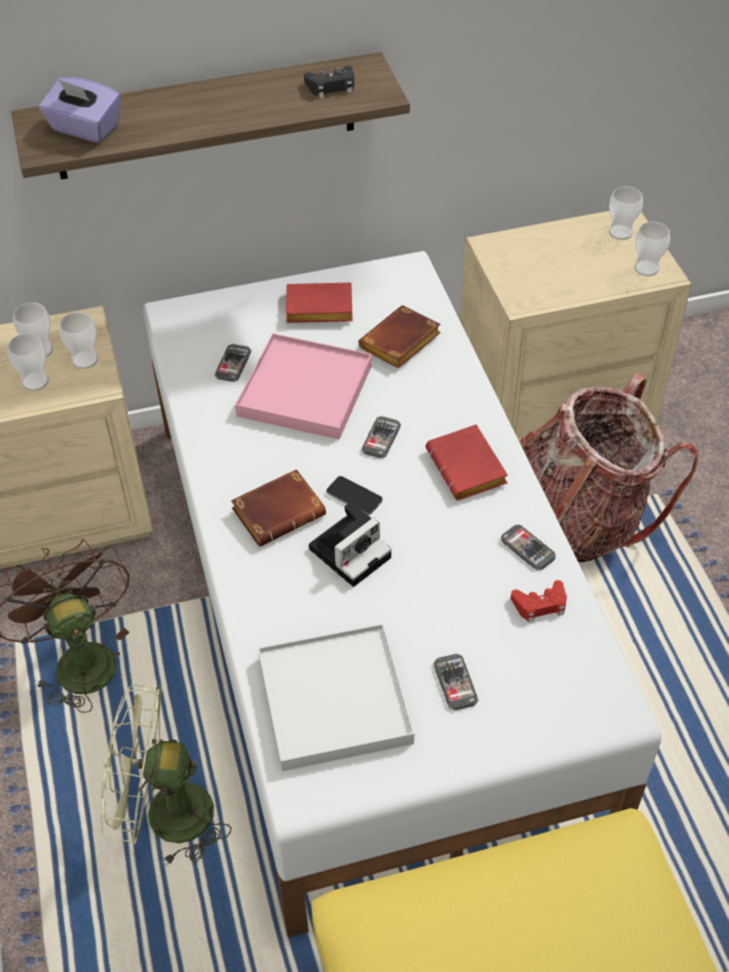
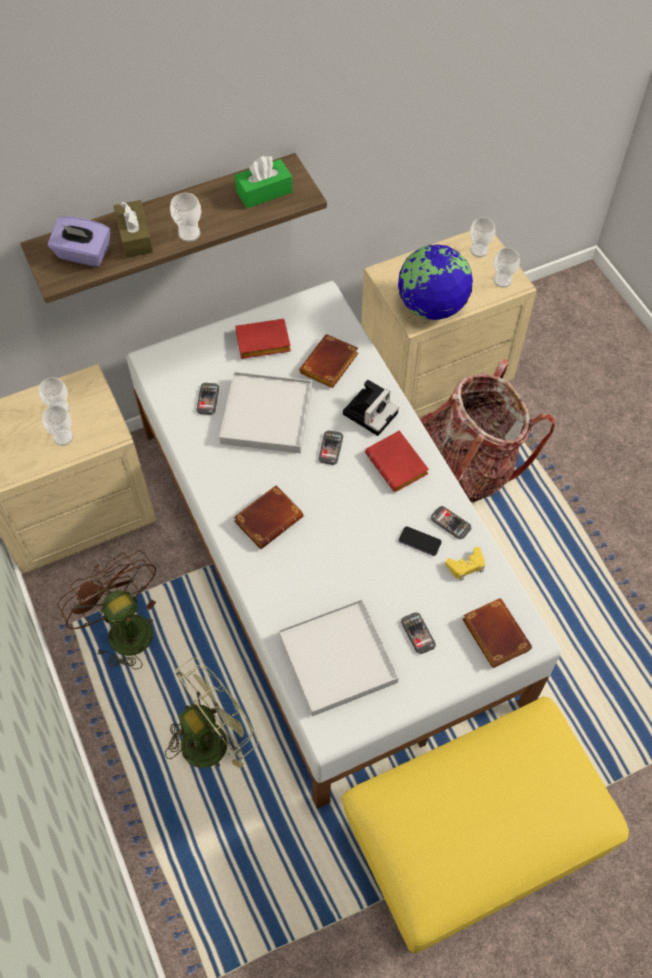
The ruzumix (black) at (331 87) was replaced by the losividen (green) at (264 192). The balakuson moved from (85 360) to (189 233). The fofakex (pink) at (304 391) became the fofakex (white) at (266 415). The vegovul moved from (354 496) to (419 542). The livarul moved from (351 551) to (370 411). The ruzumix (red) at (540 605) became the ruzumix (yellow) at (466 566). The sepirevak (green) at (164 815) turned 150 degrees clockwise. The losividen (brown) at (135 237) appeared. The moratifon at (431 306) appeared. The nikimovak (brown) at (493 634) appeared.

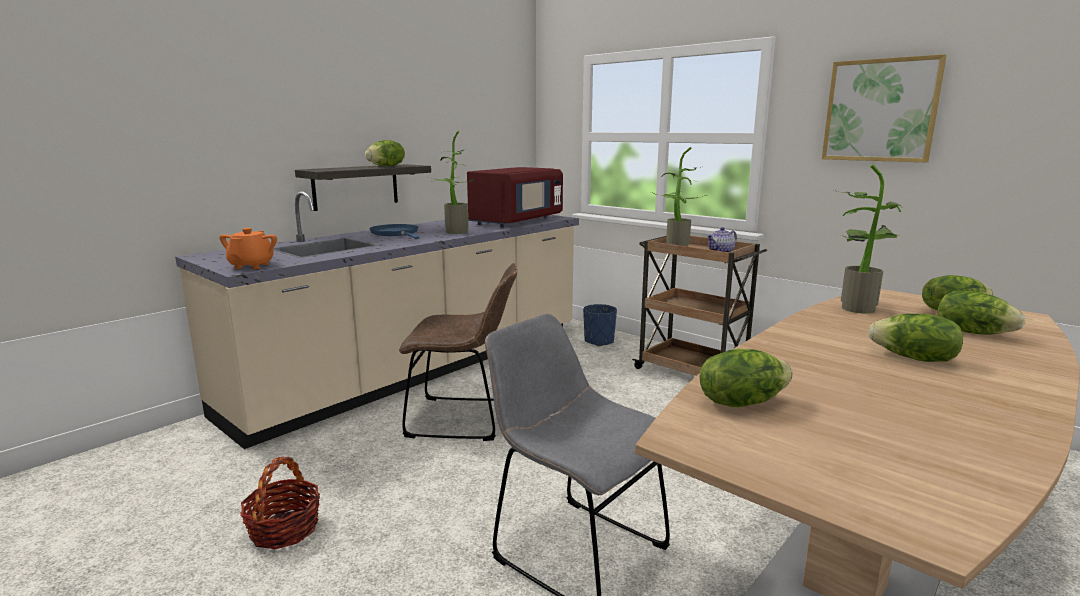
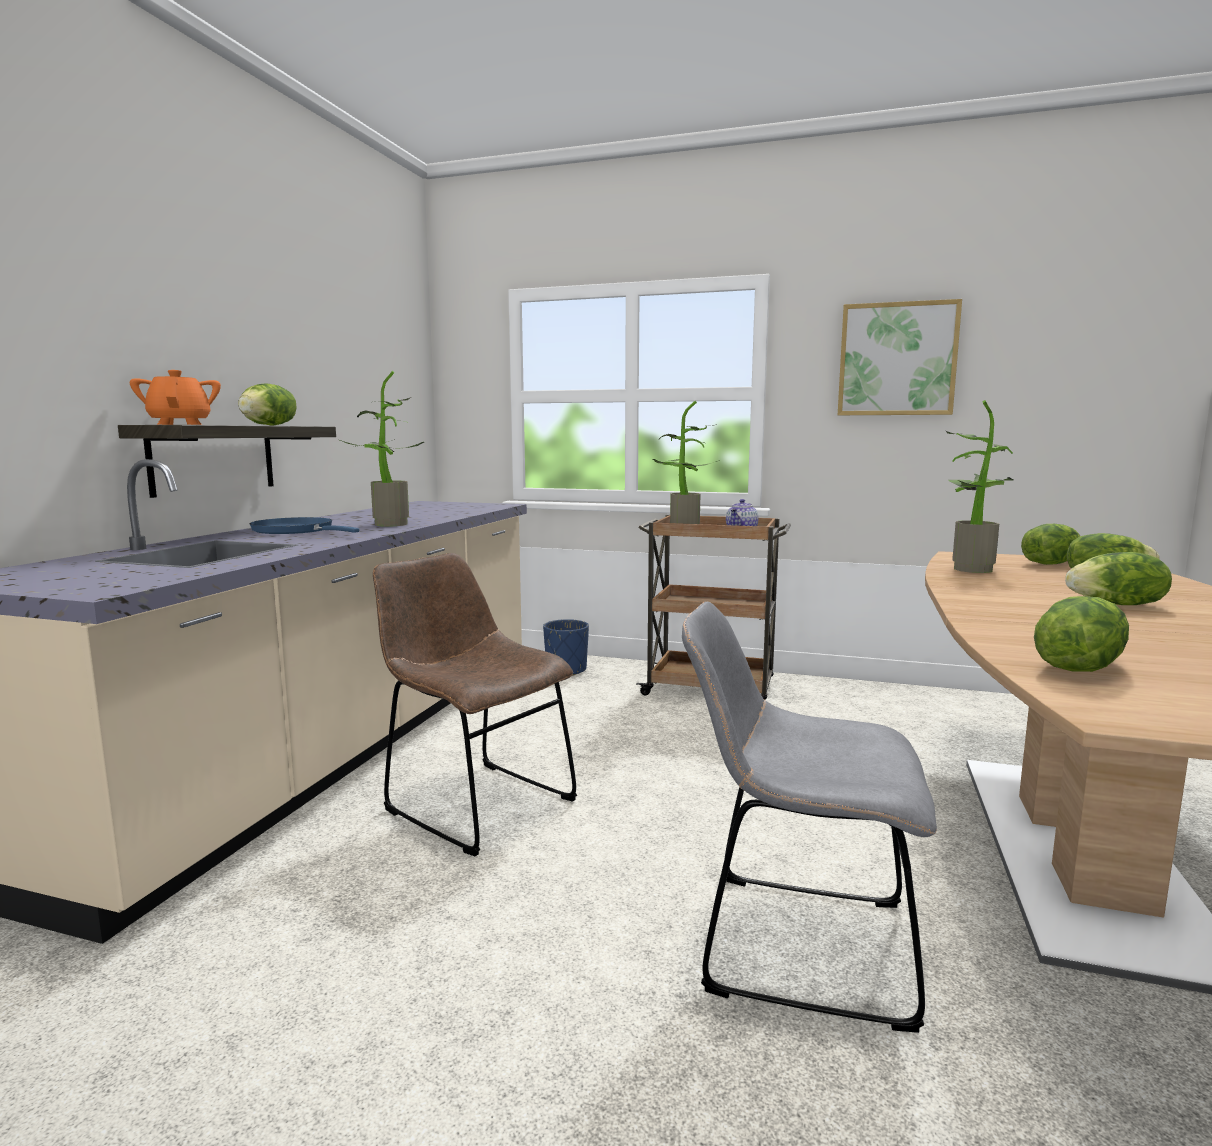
The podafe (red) at (516 221) disappeared. The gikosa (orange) moved from (252 266) to (180 424). The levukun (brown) at (464 419) turned 120 degrees counterclockwise. The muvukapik at (284 529) disappeared.

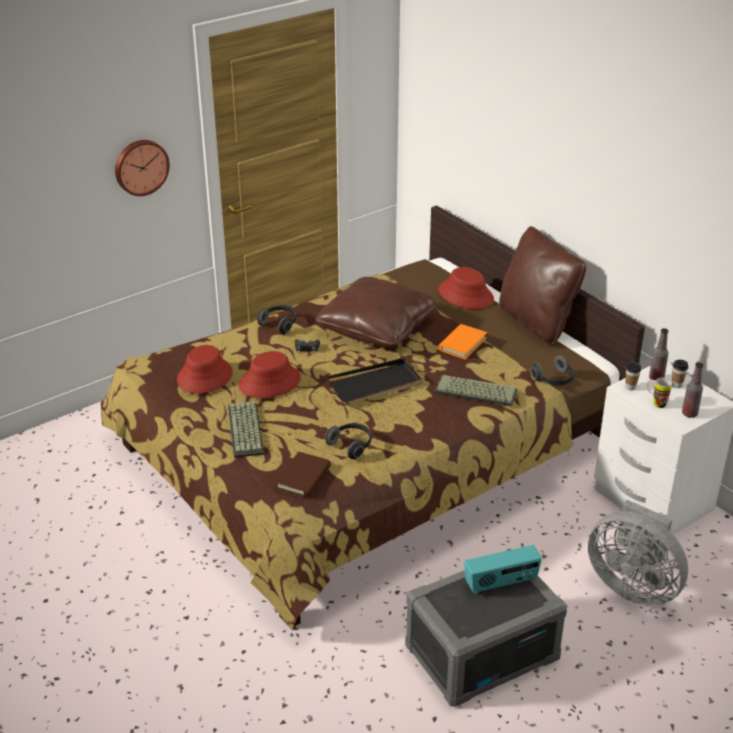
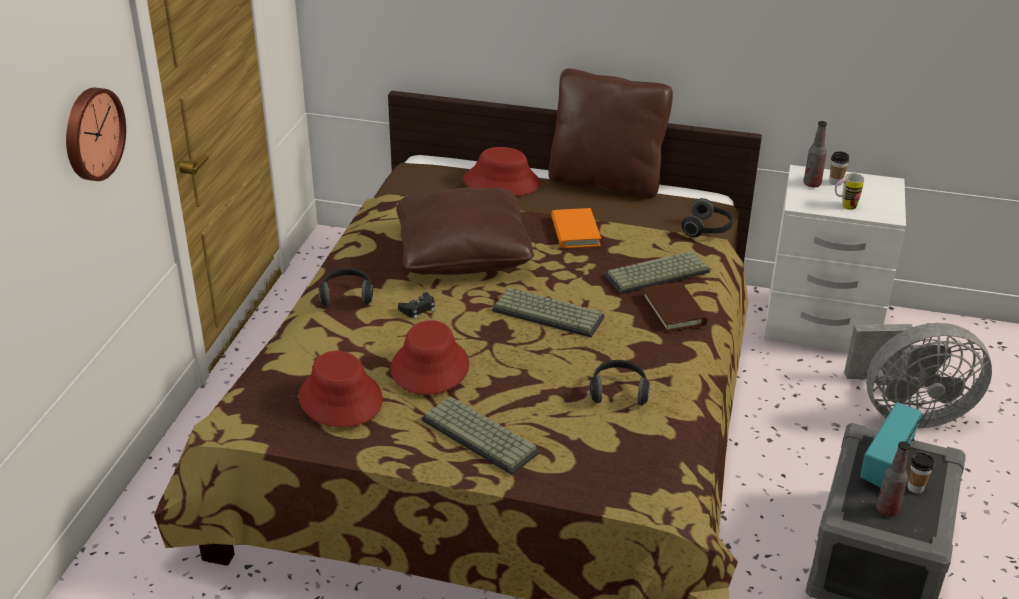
The fofakex (black) at (376 384) was replaced by the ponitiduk at (550 313). The balakuson moved from (630 387) to (915 488). The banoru moved from (689 414) to (887 510). The nikimovak (brown) moved from (303 477) to (673 310).

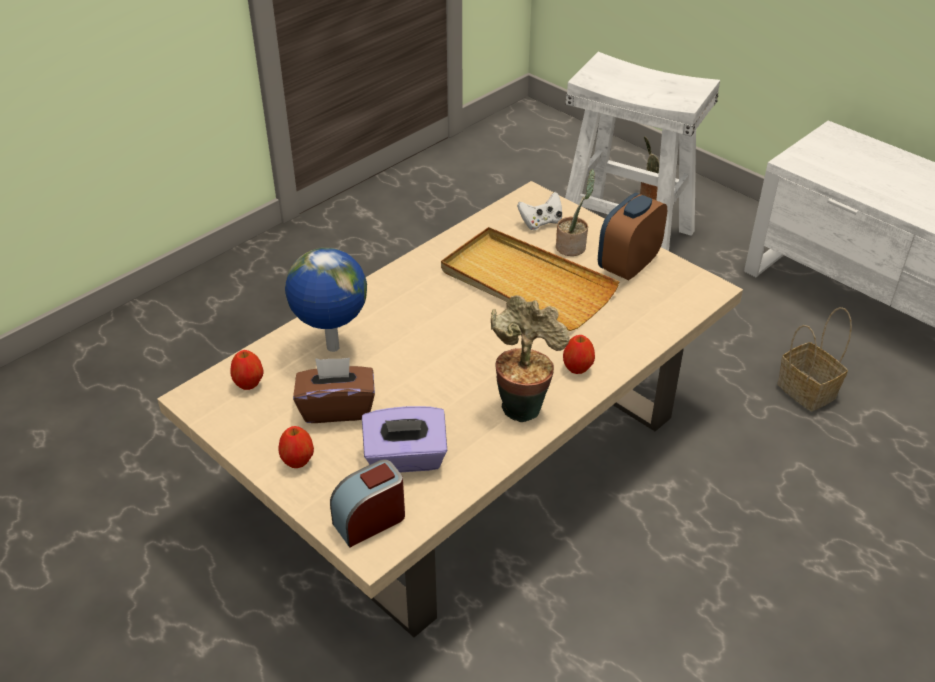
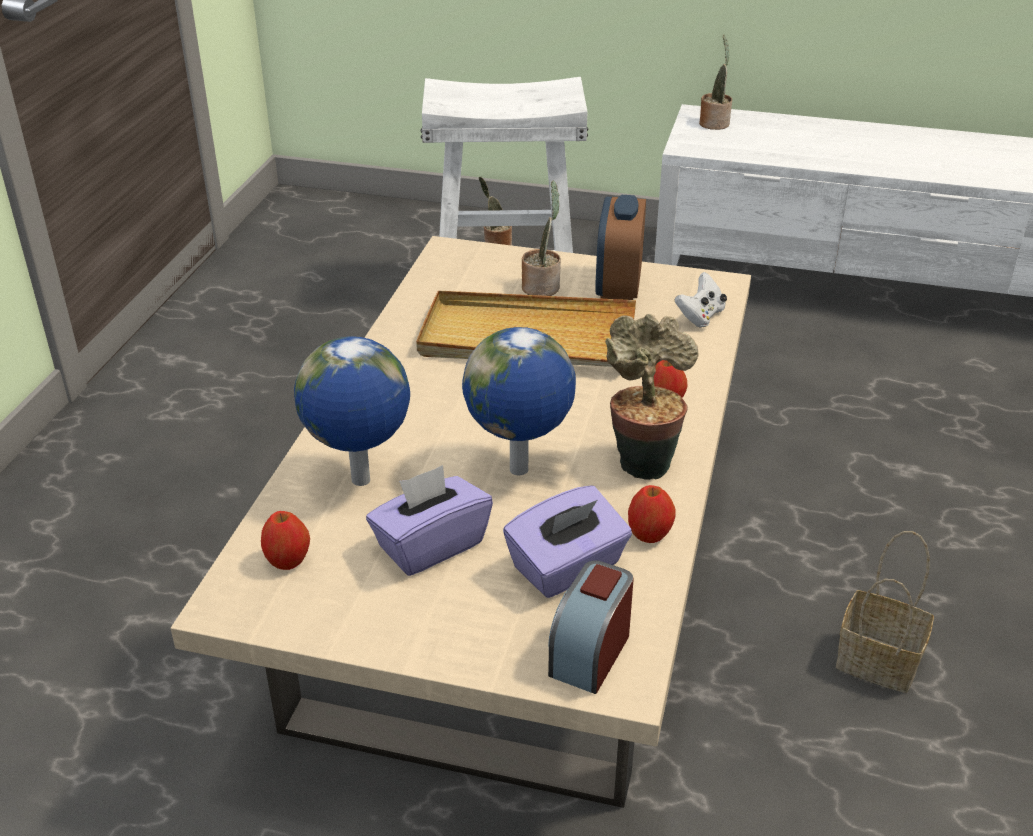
The ruzumix (white) moved from (541 222) to (700 316). The muvukapik moved from (804 390) to (874 662). The losividen (brown) at (337 408) became the losividen (purple) at (430 545). The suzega moved from (298 461) to (649 534). The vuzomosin at (714 123) appeared. The moratifon at (520 471) appeared.

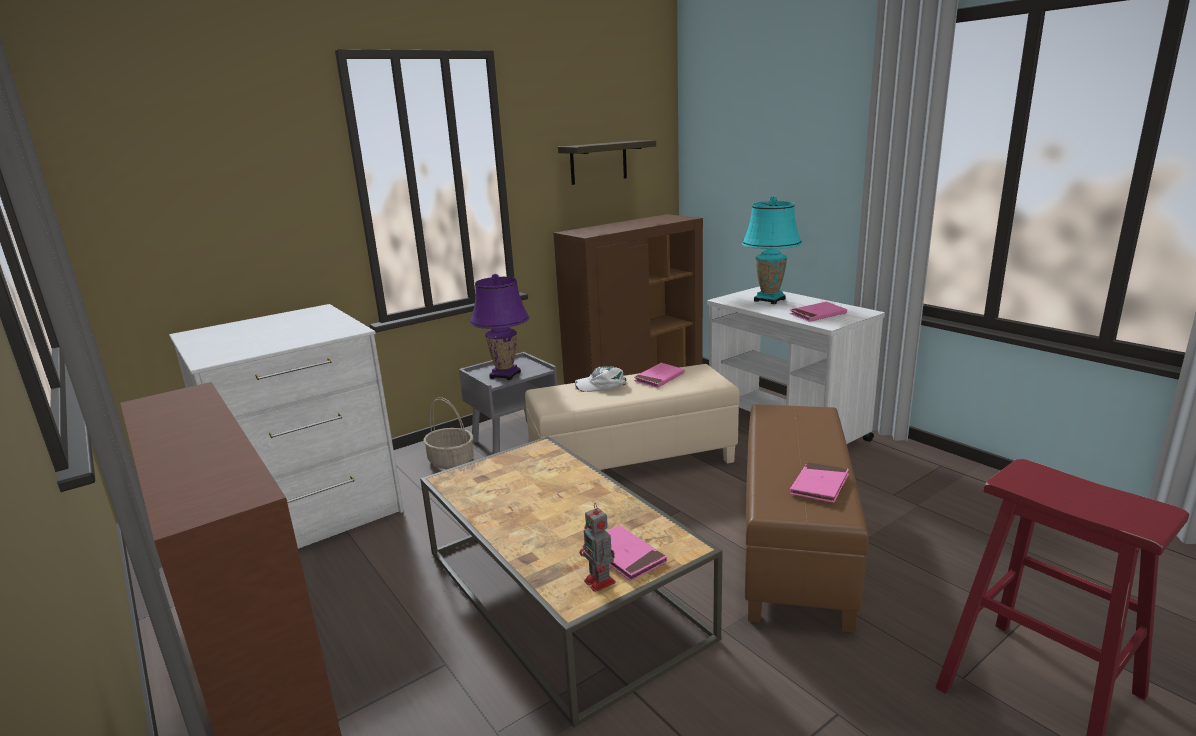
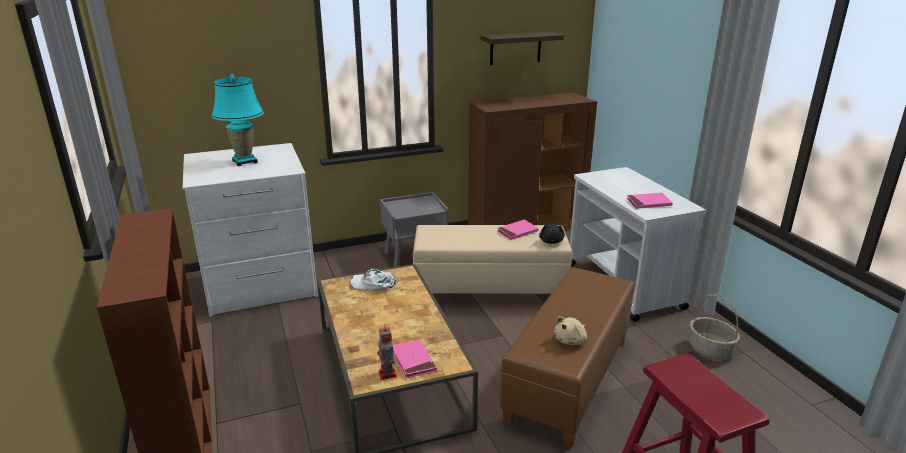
The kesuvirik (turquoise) moved from (769 300) to (245 161). The kesuvirik (purple) at (505 375) disappeared. The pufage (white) moved from (602 385) to (373 284). The muvukapik moved from (452 461) to (710 349). The nikimovak (pink) at (819 485) was replaced by the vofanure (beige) at (571 340). The vofanure (black) at (551 241) appeared.

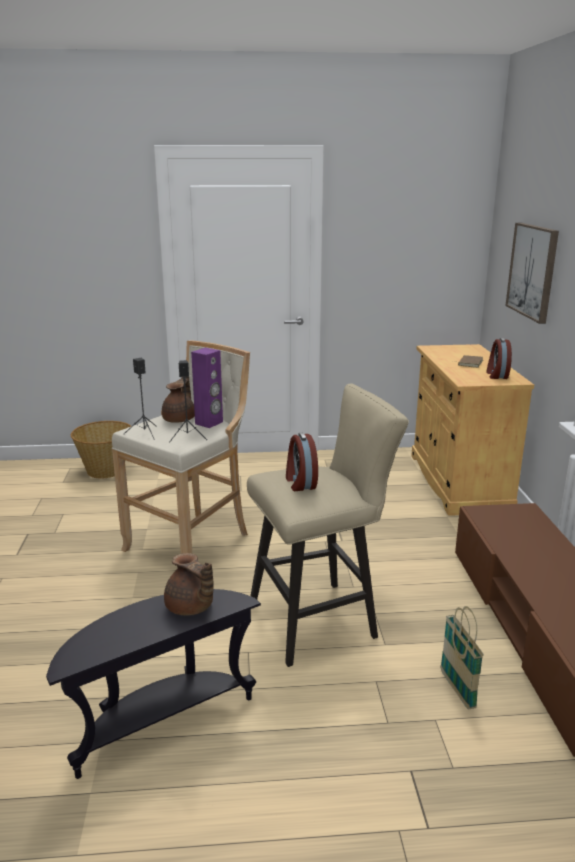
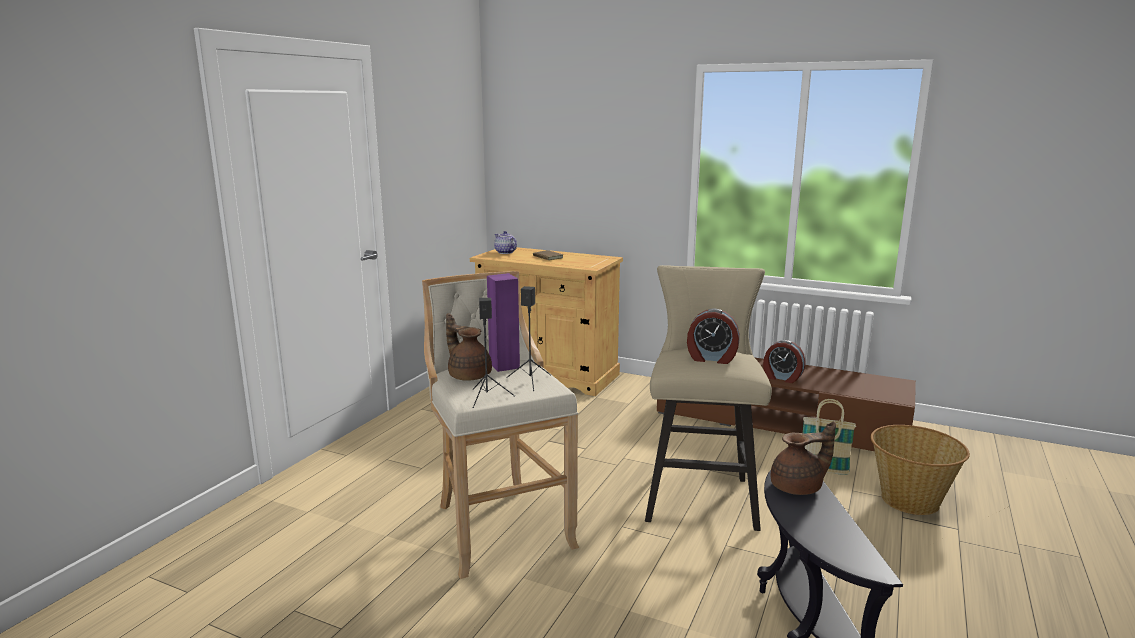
The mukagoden at (533 271) disappeared. The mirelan moved from (496 375) to (782 378). The muvukapik moved from (106 470) to (910 500). The gikosa at (505 252) appeared.

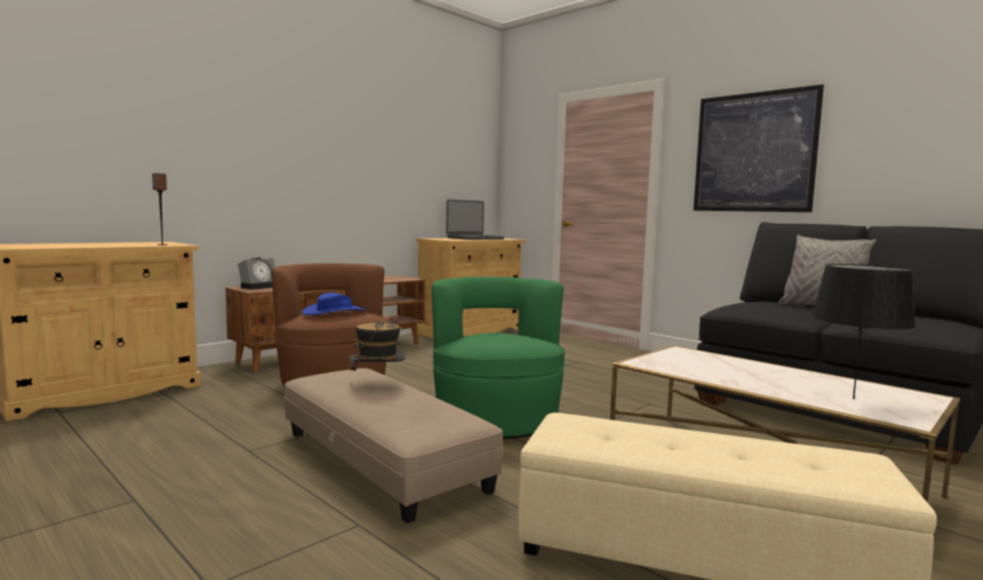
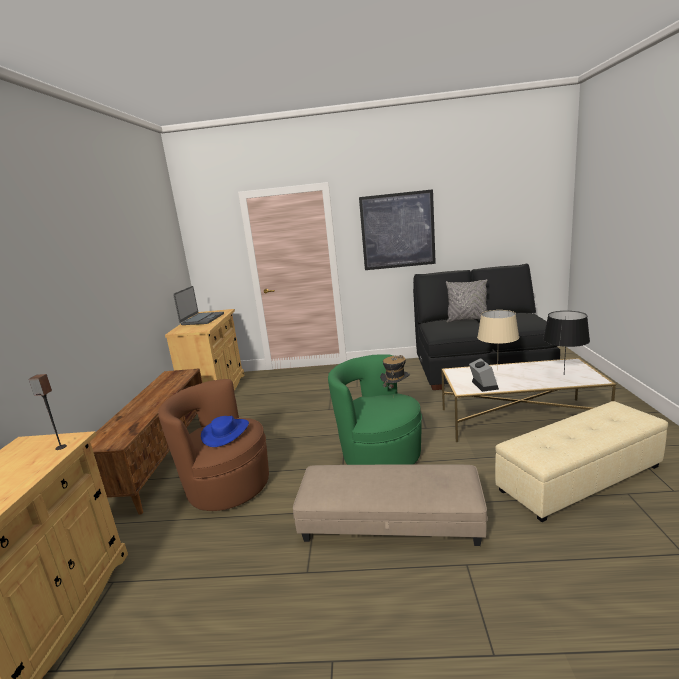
The mirelan moved from (259 287) to (483 385). The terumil moved from (377 384) to (396 391). The kesuvirik (beige) at (497 370) appeared.

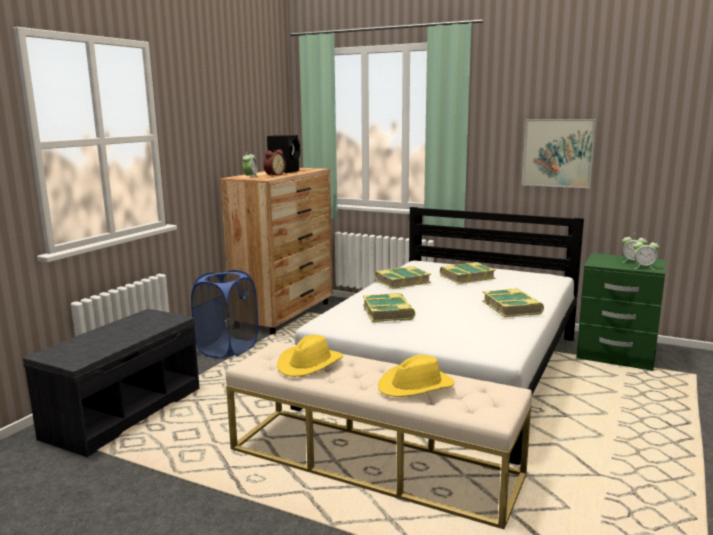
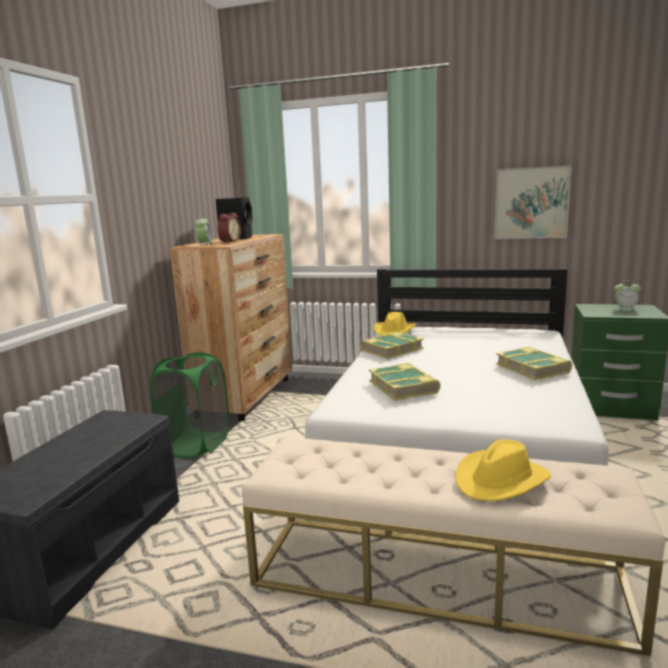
The mirelan at (643 267) disappeared. The nikimovak at (466 277) disappeared. The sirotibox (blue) at (227 349) became the sirotibox (green) at (196 445). The terumil (yellow) moved from (310 364) to (394 331).

